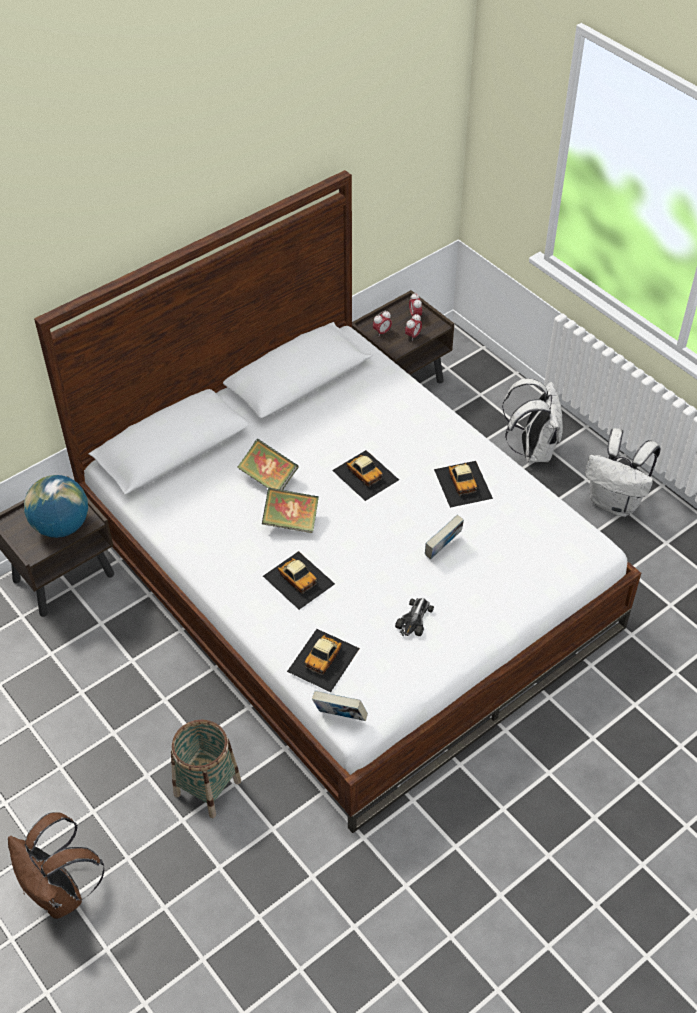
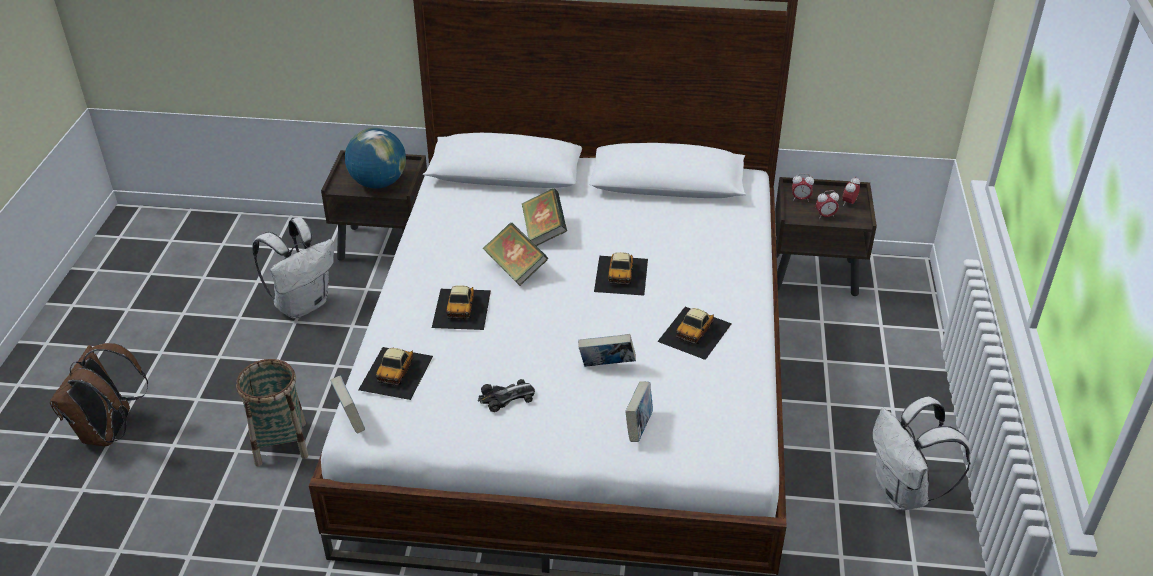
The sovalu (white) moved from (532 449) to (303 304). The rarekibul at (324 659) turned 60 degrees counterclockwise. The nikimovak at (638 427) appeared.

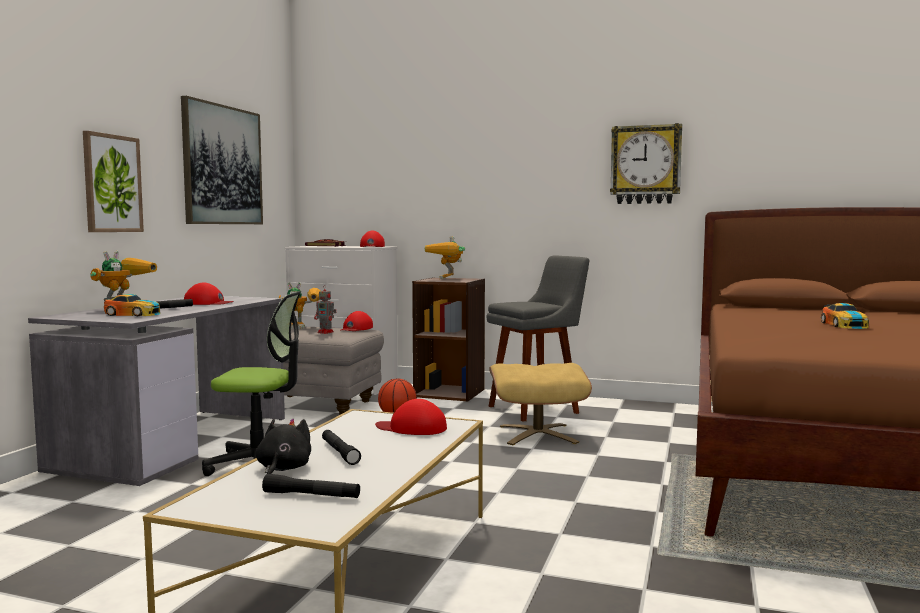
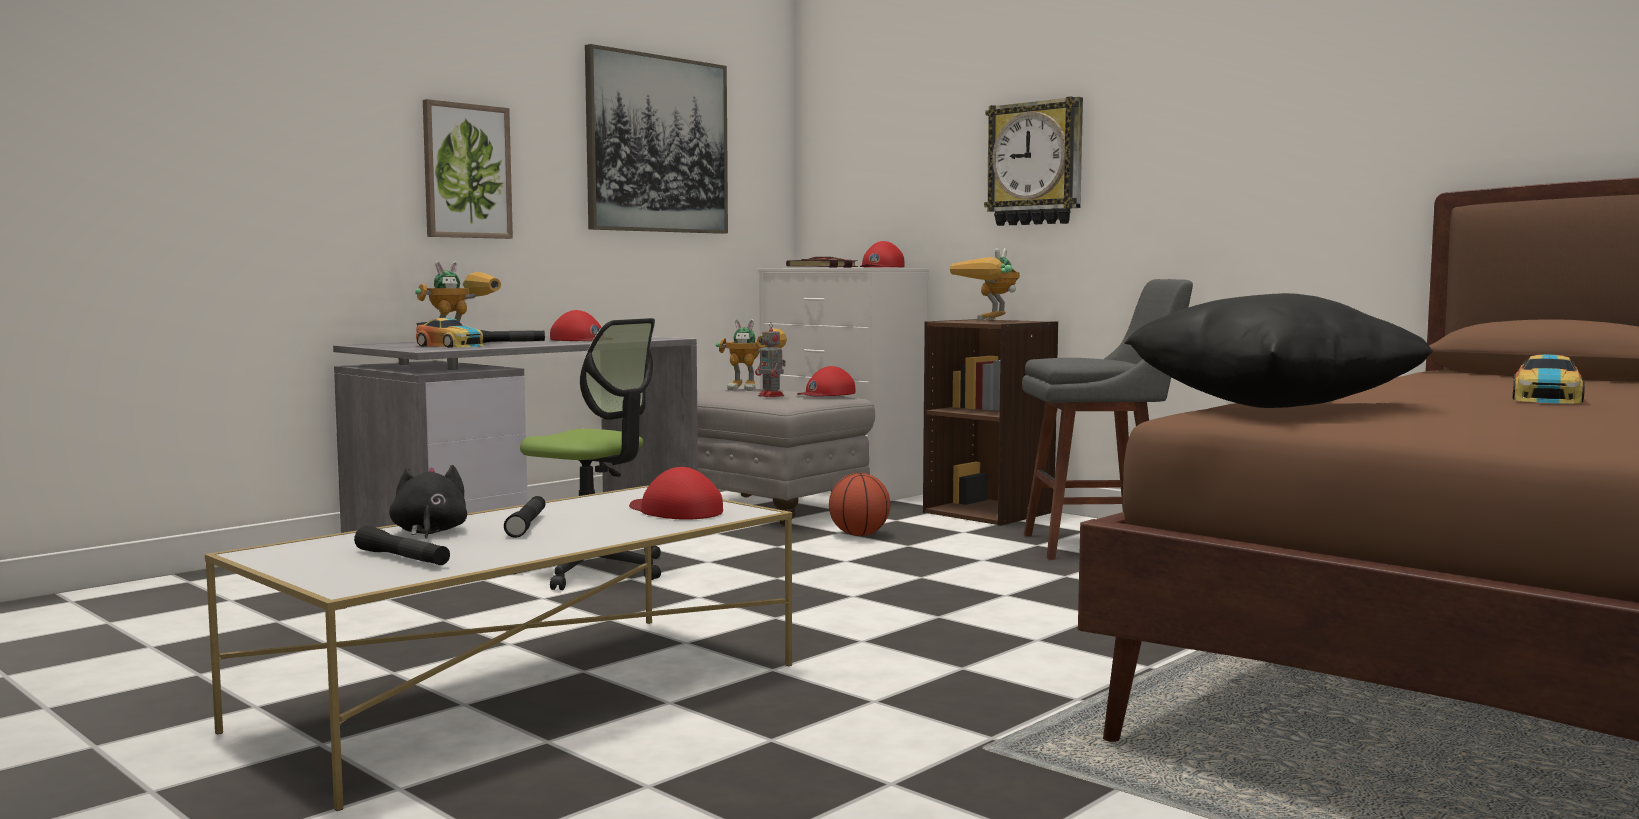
The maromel moved from (645 165) to (1036 164). The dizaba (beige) at (538 434) disappeared. The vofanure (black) at (283 469) turned 45 degrees counterclockwise. The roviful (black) at (1271 406) appeared.

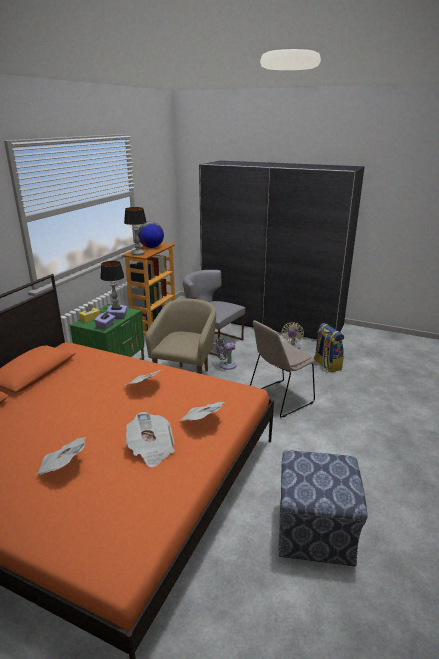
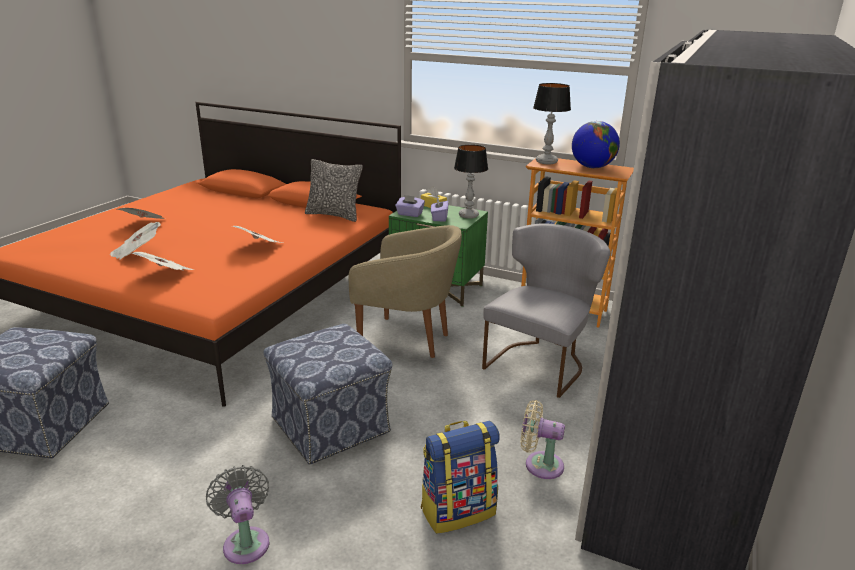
The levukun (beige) at (279 399) was replaced by the dizaba at (331 424). The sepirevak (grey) moved from (225 365) to (245 541). The roviful at (334 215) appeared.

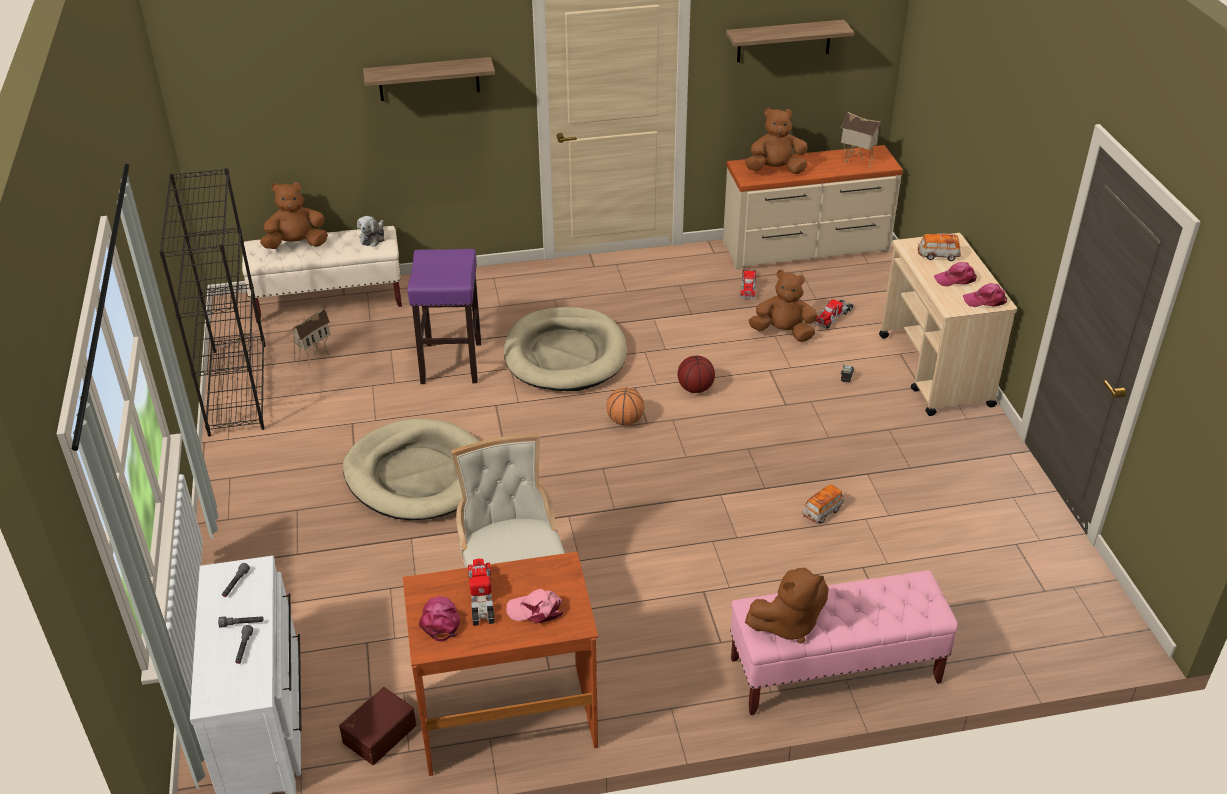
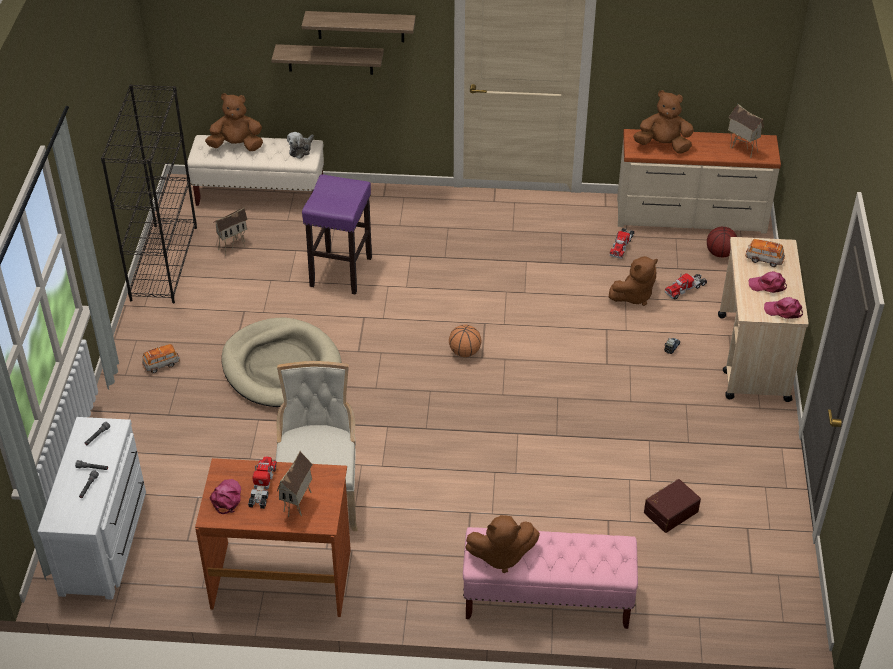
The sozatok moved from (784 41) to (330 59). The vofanure (brown) at (783 332) turned 120 degrees clockwise. The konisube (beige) at (565 354) disappeared. The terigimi moved from (695 389) to (720 253). The rarekibul moved from (822 512) to (161 364). The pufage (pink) at (536 610) was replaced by the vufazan at (298 505). The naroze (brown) moved from (378 733) to (670 511).

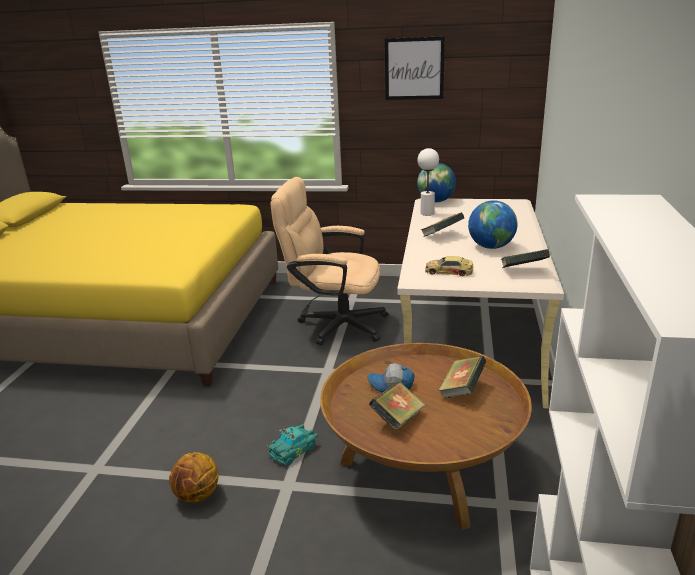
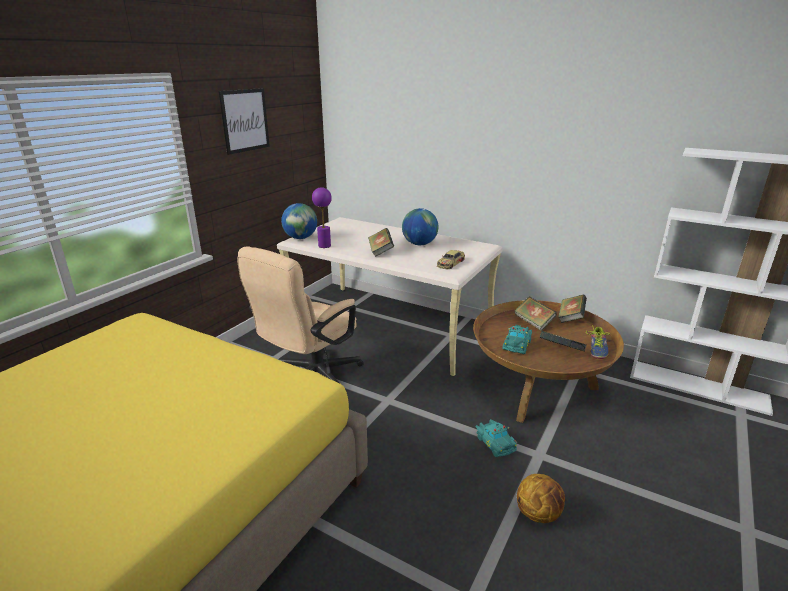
The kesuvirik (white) at (427 213) became the kesuvirik (purple) at (324 246). The nikimovak moved from (523 271) to (570 318). The pufage at (391 385) was replaced by the rarekibul (turquoise) at (517 344). The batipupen at (597 349) appeared.

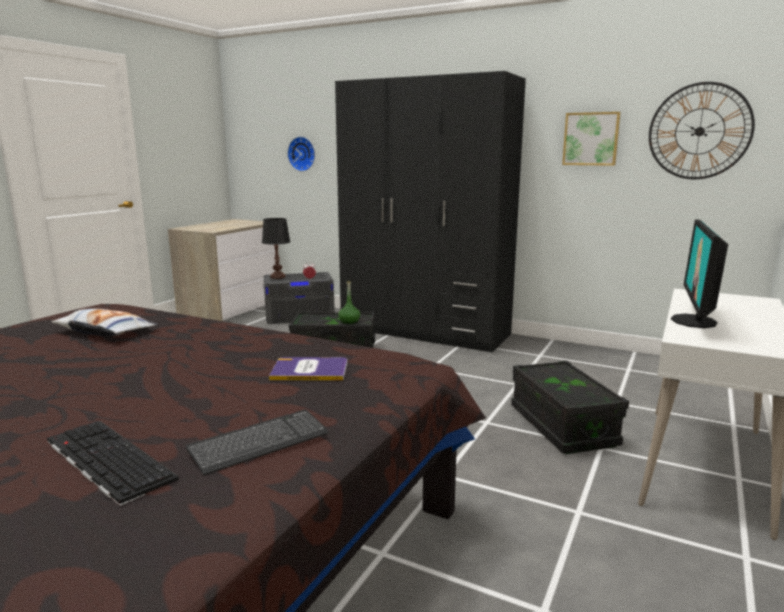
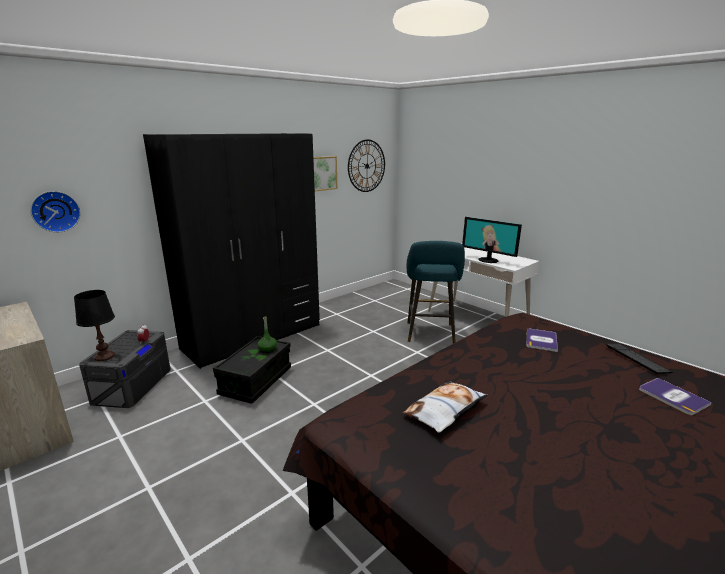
The naroze (black) at (562 426) was replaced by the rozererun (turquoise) at (430 334). The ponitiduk at (105 460) was replaced by the nikimovak at (672 397).

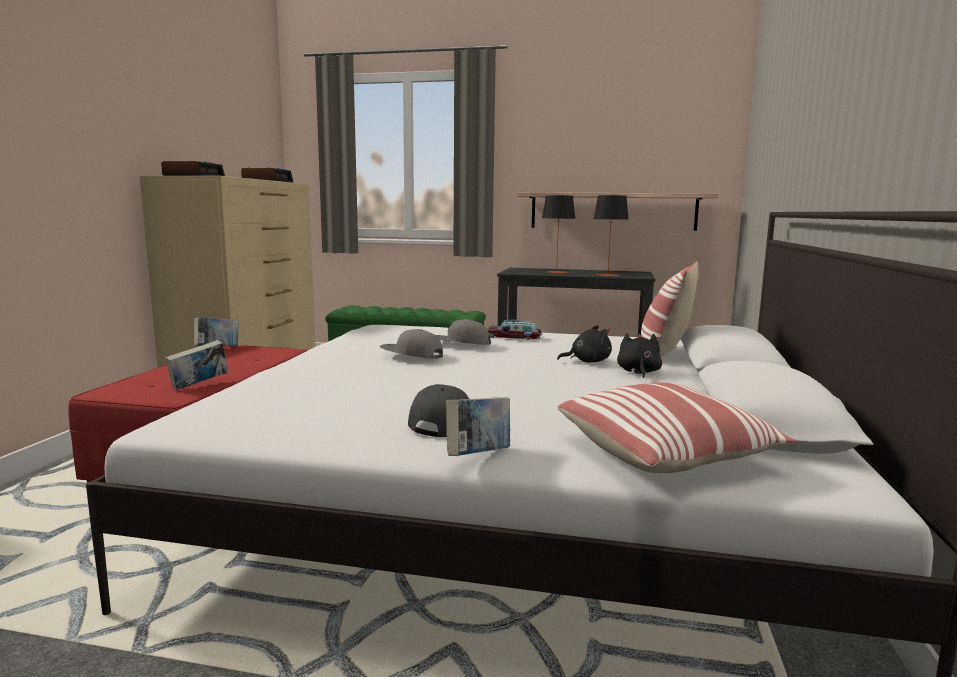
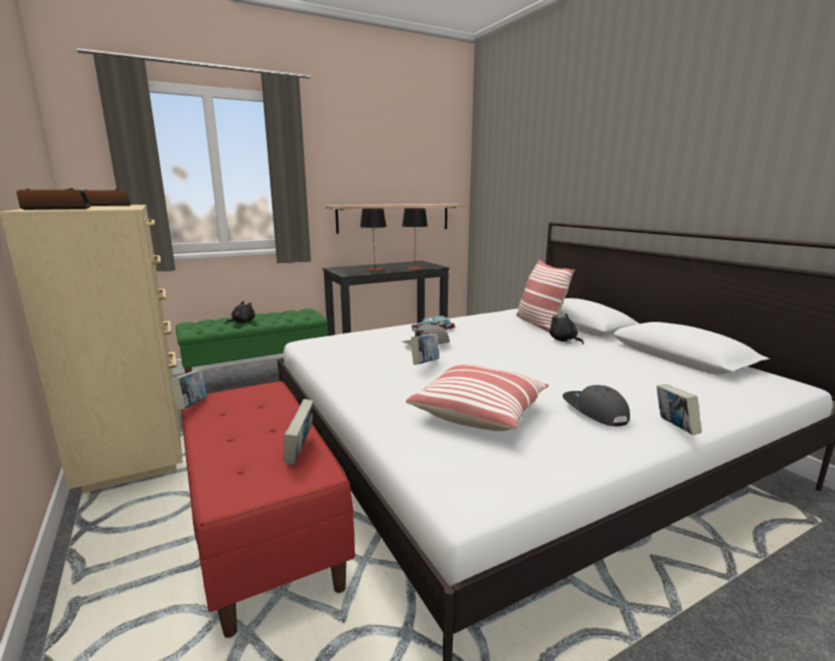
The vofanure (black) moved from (587 361) to (242 322). The pufage (grey) at (411 355) was replaced by the nikimovak at (425 364). The roviful moved from (666 454) to (479 412).

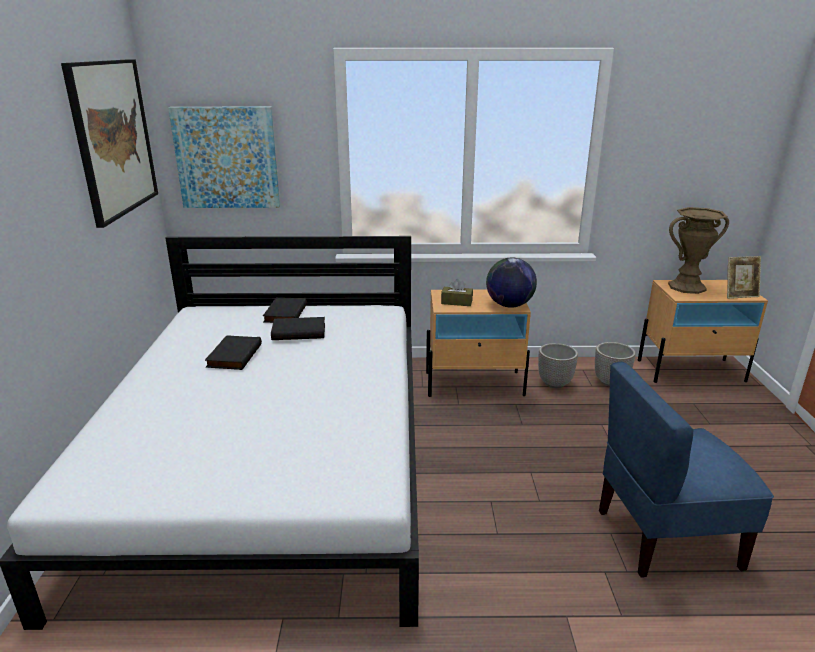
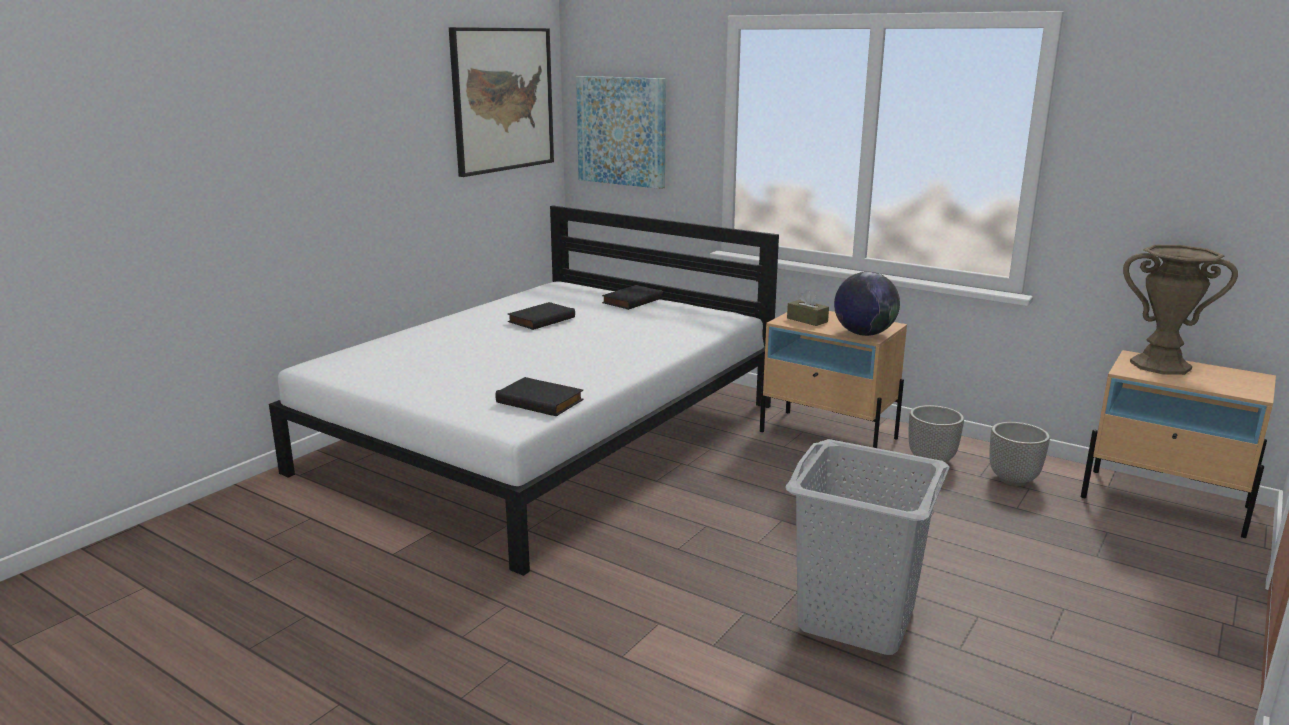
The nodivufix at (739 295) disappeared. The nikimovak (black) moved from (299 331) to (541 401). The levukun (blue) at (665 538) was replaced by the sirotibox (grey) at (855 618).

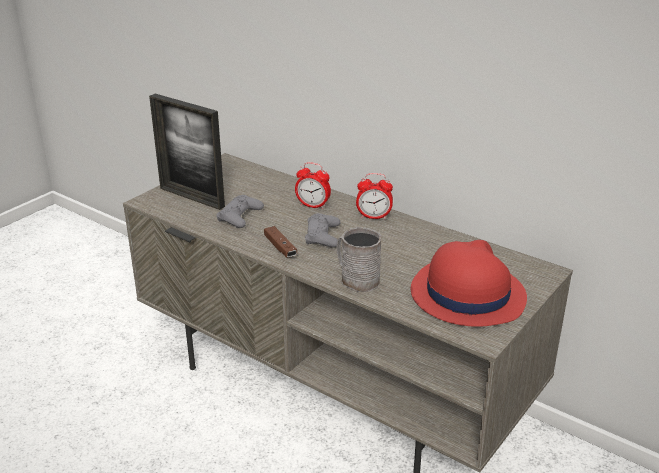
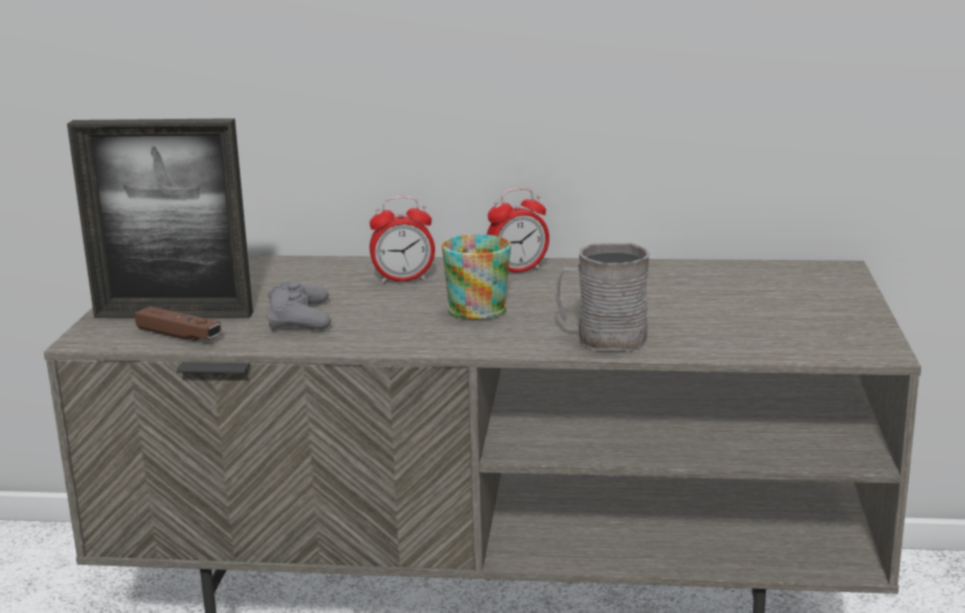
The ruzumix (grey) at (323 236) was replaced by the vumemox at (473 307). The ruzumix (brown) moved from (280 247) to (179 335). The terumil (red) at (466 294) disappeared.

